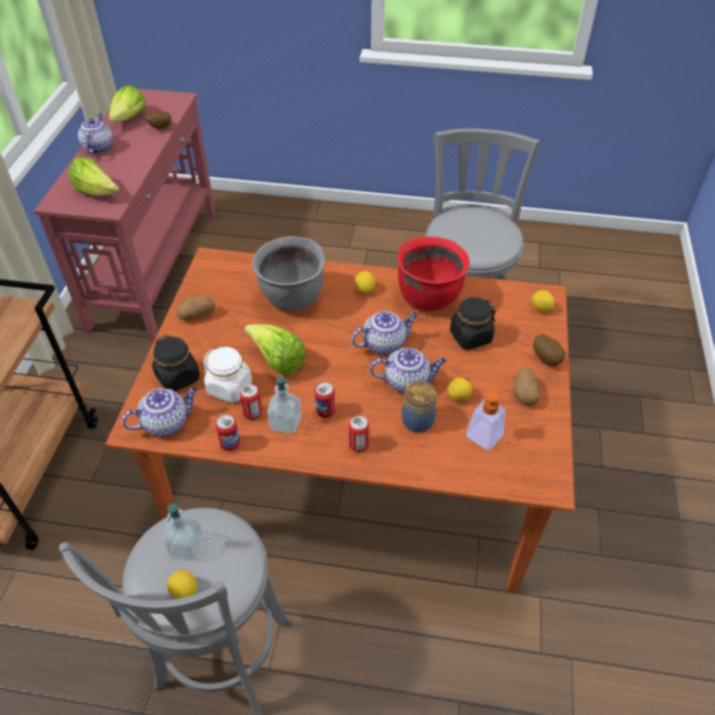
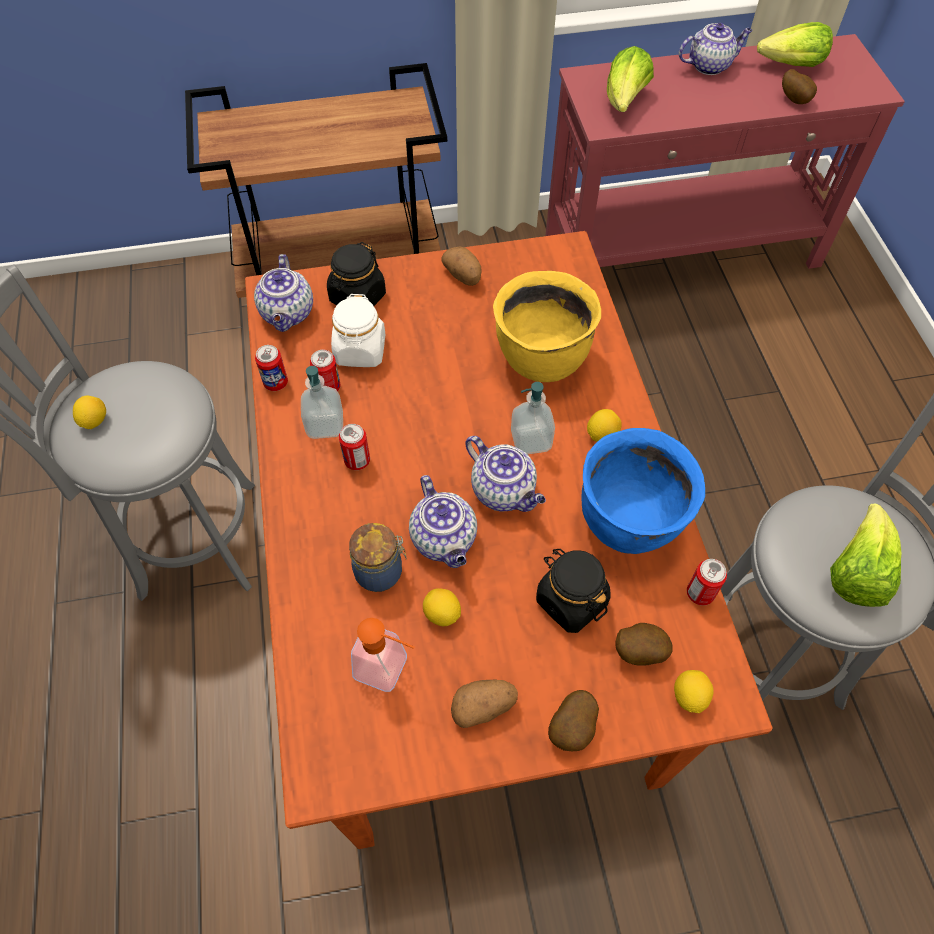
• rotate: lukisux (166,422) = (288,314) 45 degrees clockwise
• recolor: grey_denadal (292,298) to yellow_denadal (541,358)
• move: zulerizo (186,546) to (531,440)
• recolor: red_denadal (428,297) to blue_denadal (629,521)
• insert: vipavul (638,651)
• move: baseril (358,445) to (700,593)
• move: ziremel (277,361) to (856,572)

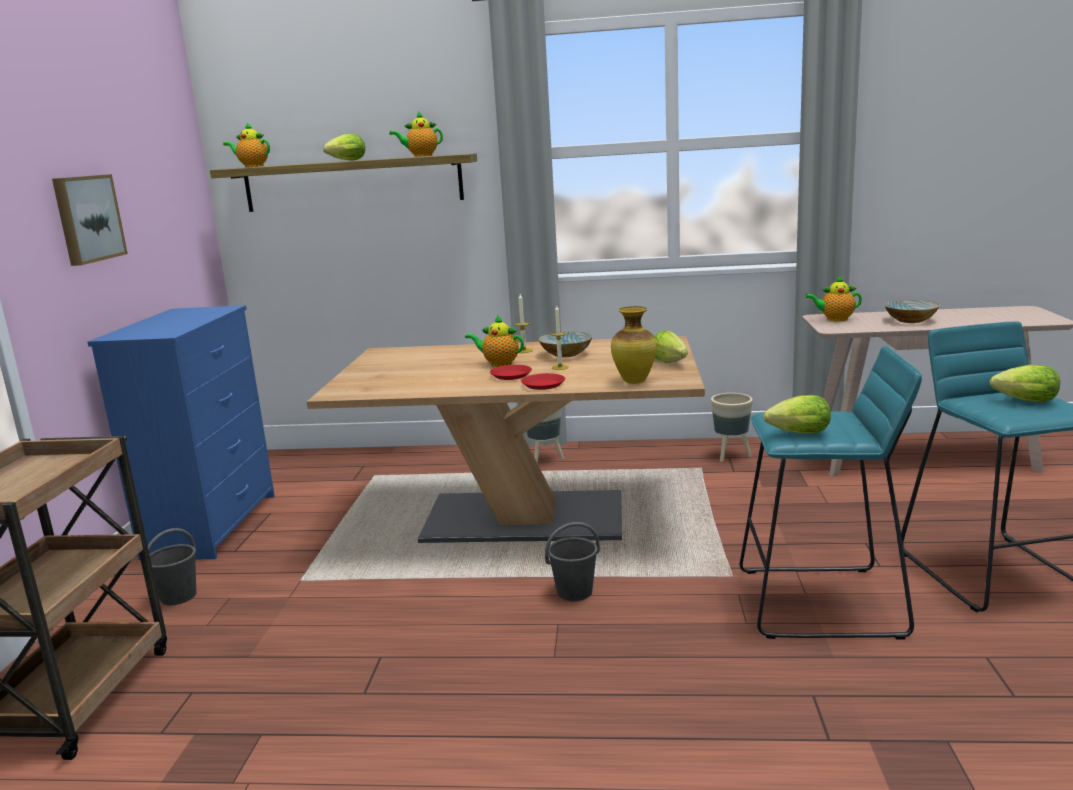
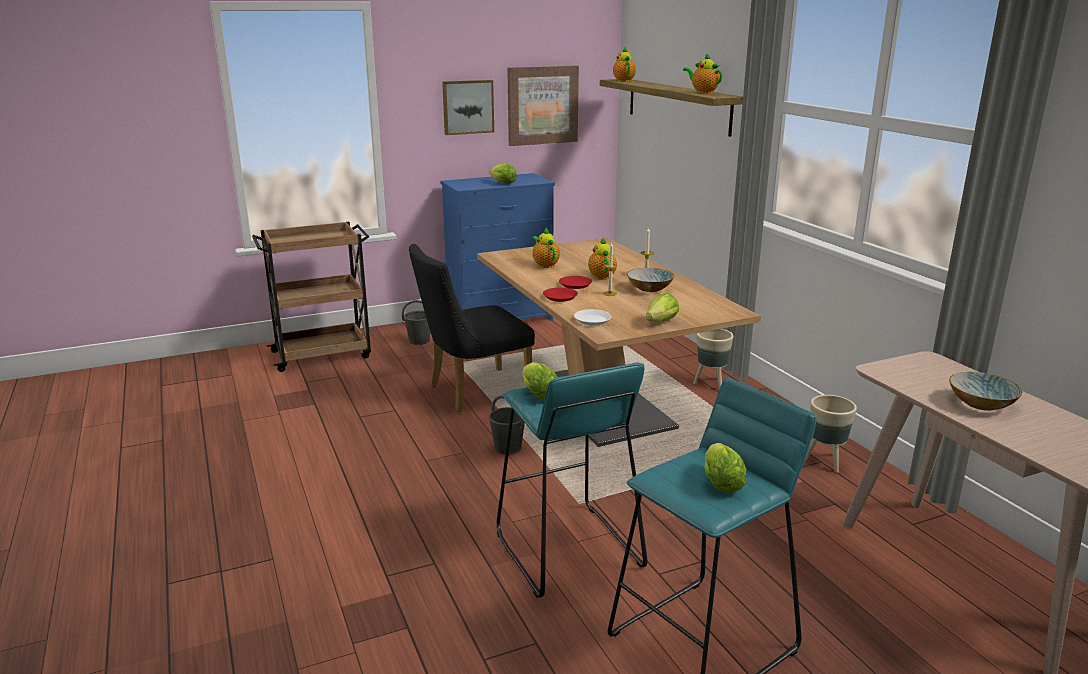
• insert: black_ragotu (473,392)
• move: ziremel (345,161) to (502,183)
• insert: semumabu (542,105)
• move: lukisux (835,319) to (545,265)
• replace: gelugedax (634,382) to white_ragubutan (592,320)

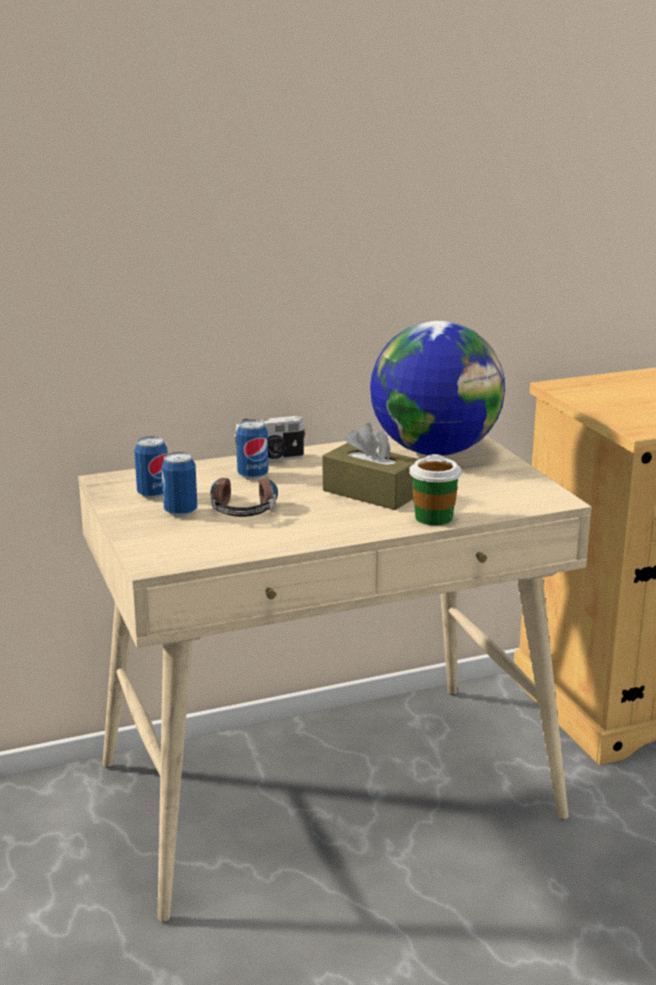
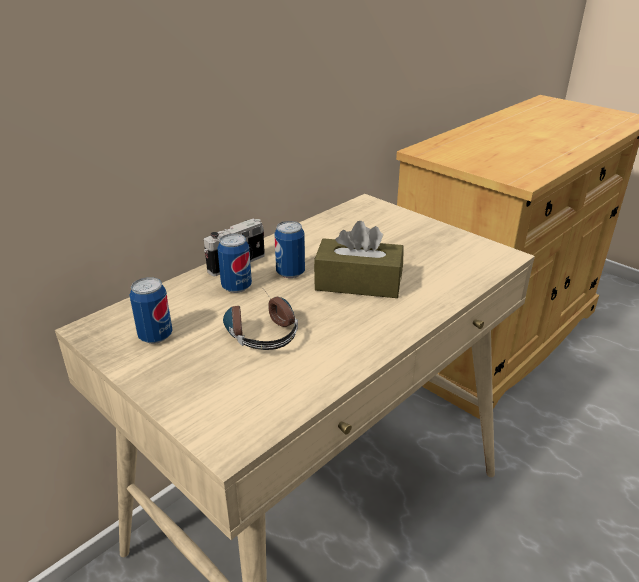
• move: baseril (180,512) to (290,273)
• delete: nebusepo (435,451)
• delete: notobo (433,518)

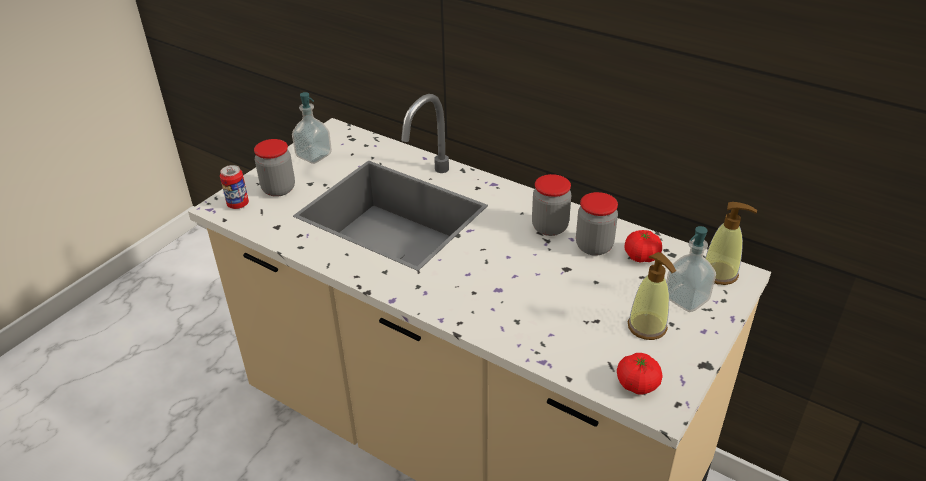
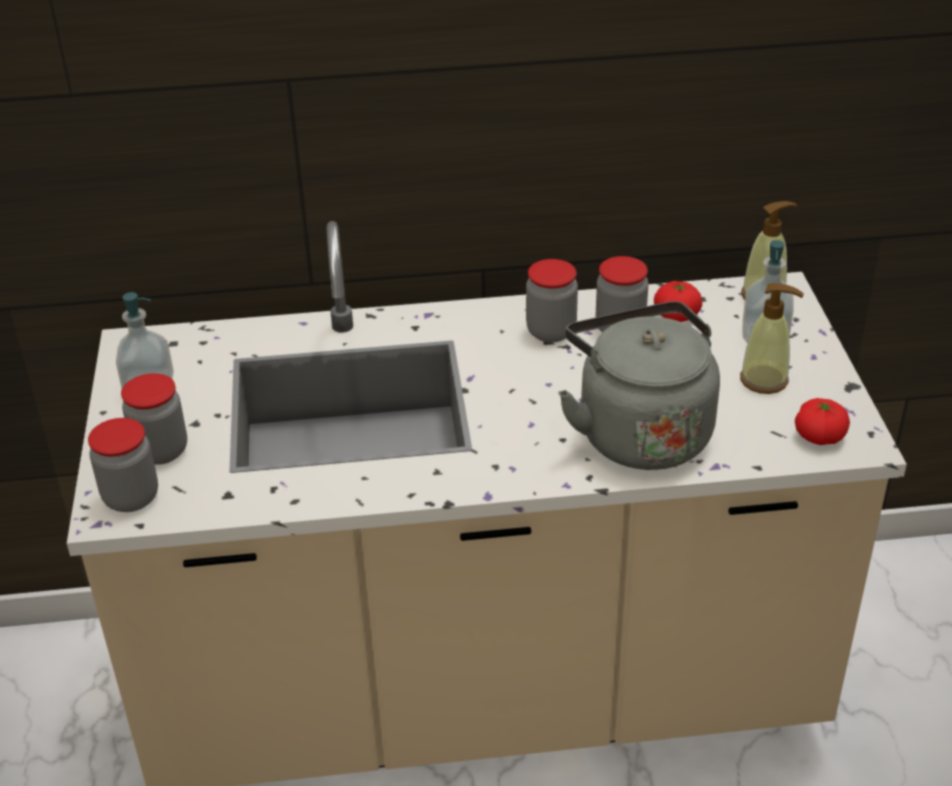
• replace: baseril (238,204) to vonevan (131,497)
• insert: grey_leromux (639,432)

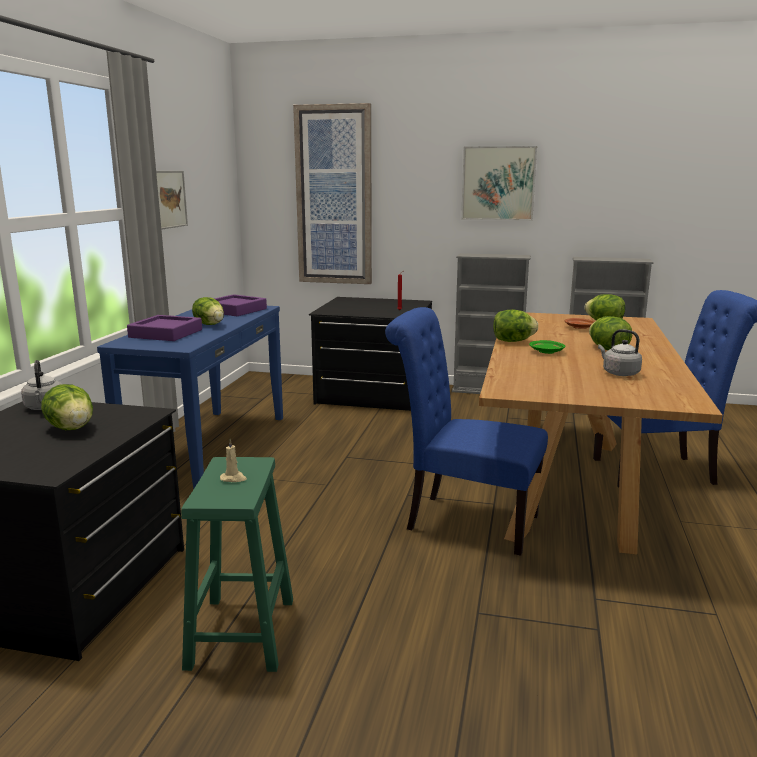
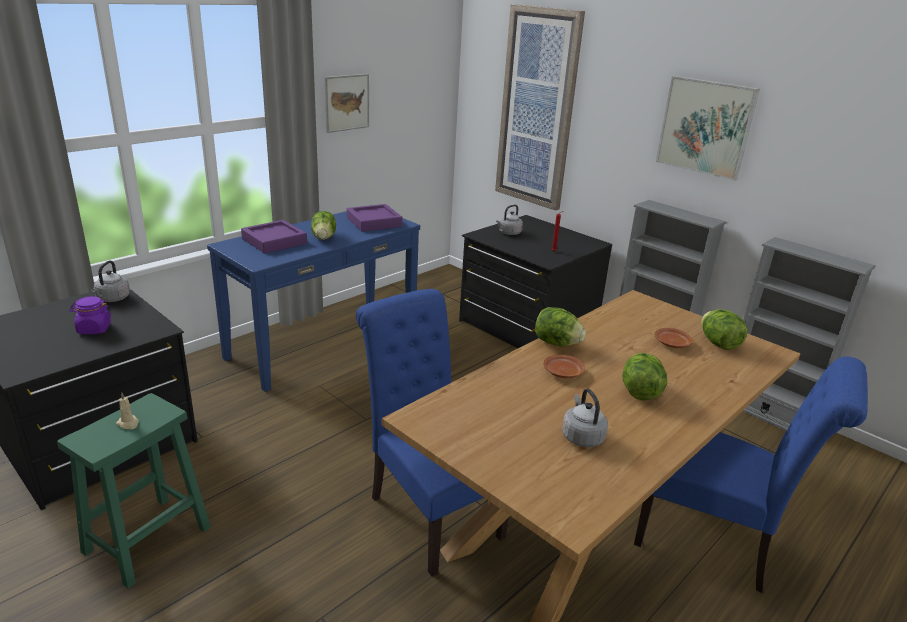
• replace: ziremel (71,428) to purple_vonevan (94,329)
• insert: grey_leromux (509,233)
• recolor: green_ragubutan (546,352) to brown_ragubutan (562,373)

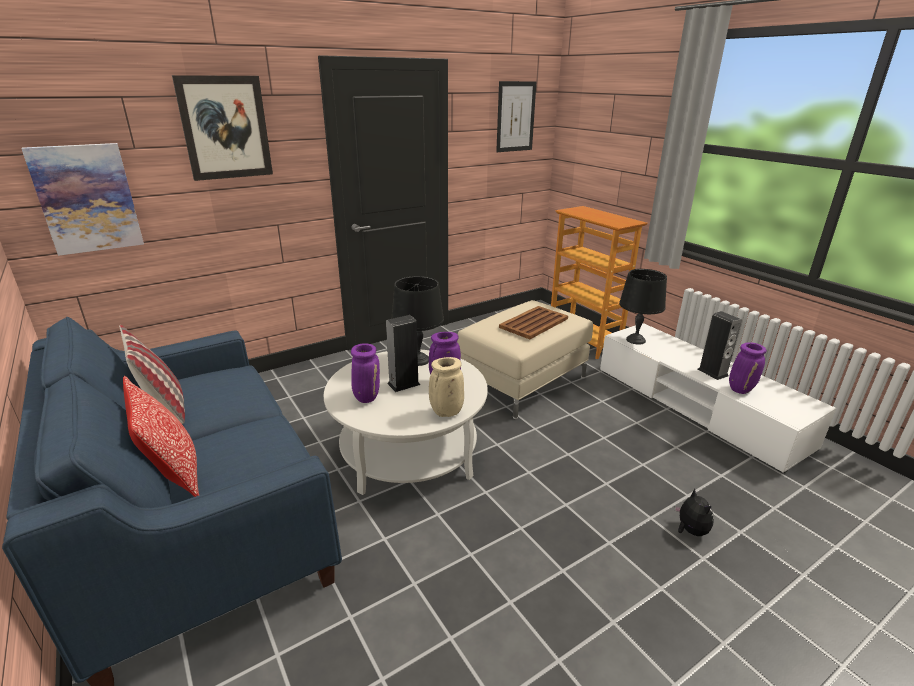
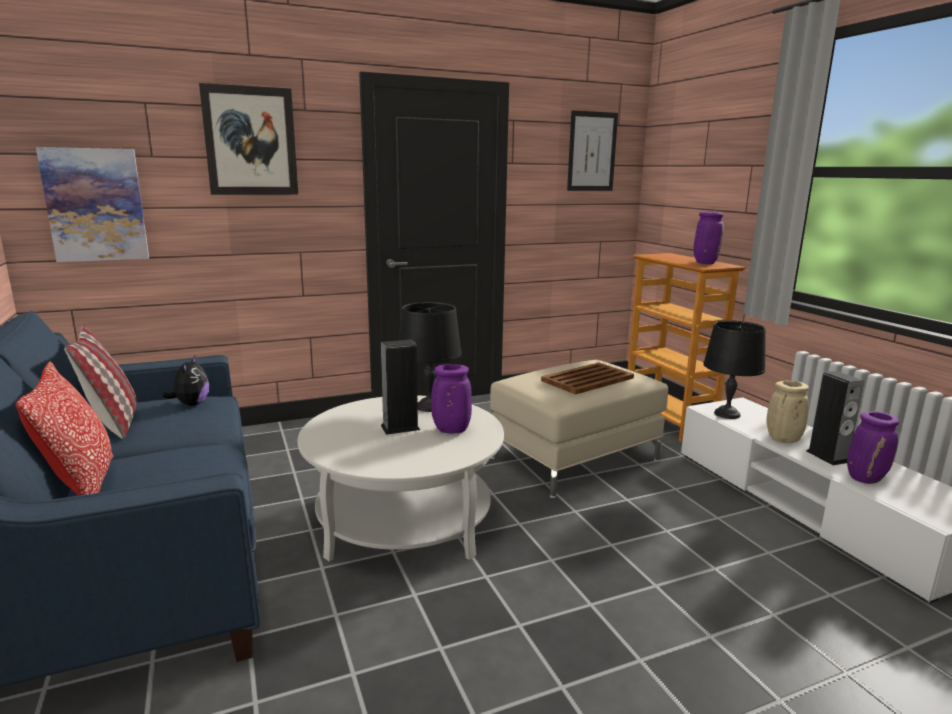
• move: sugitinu (690,530) to (191,404)
• move: purple_gelugedax (366,397) to (704,263)
• move: beige_gelugedax (446,413) to (782,440)

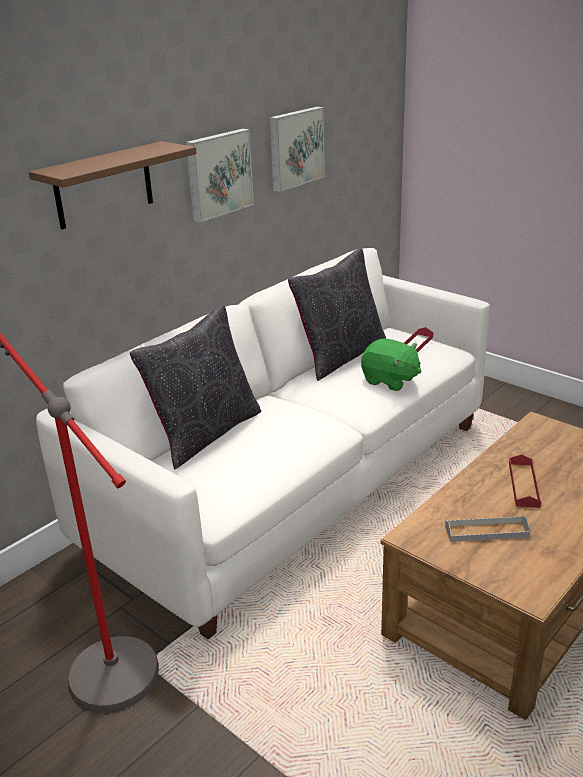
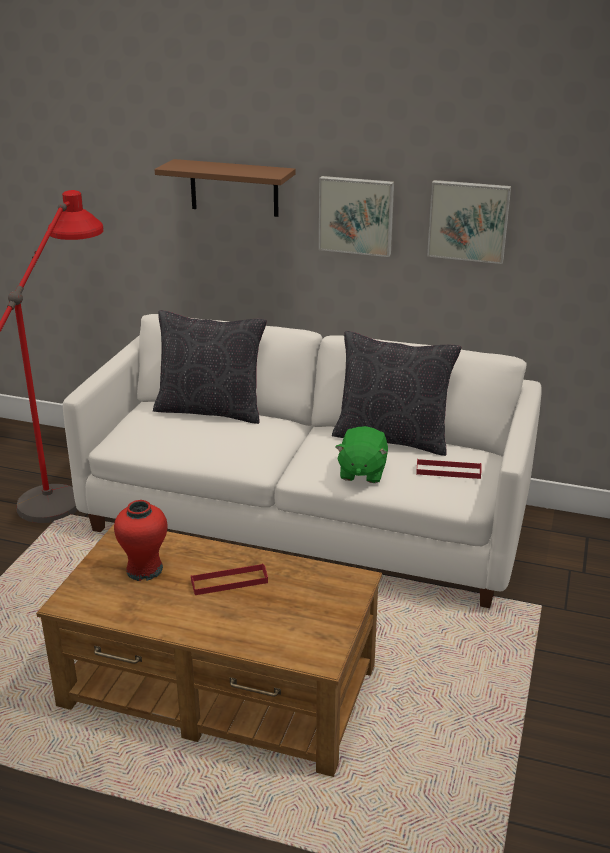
• replace: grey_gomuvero (486,531) to red_gelugedax (145,570)

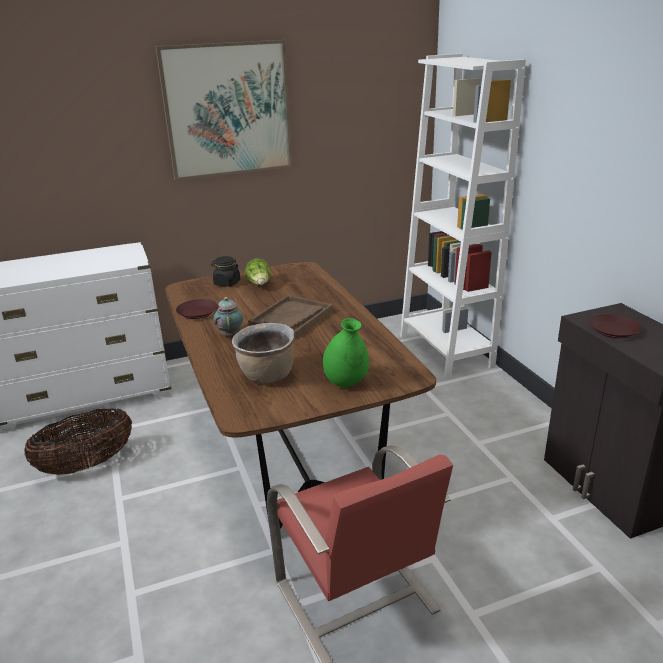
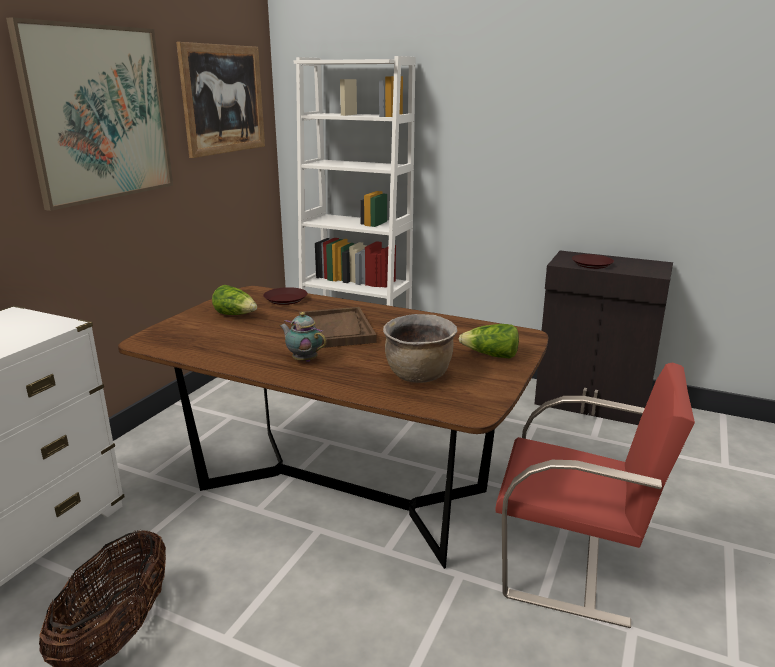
• insert: semumabu (223,99)
• move: brown_ragubutan (197,312) to (286,299)
• replace: green_gelugedax (346,383) to ziremel (491,356)
• delete: black_vonevan (227,283)

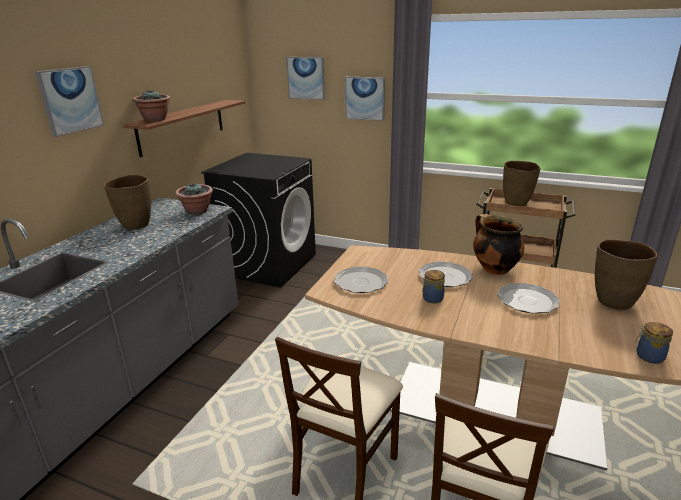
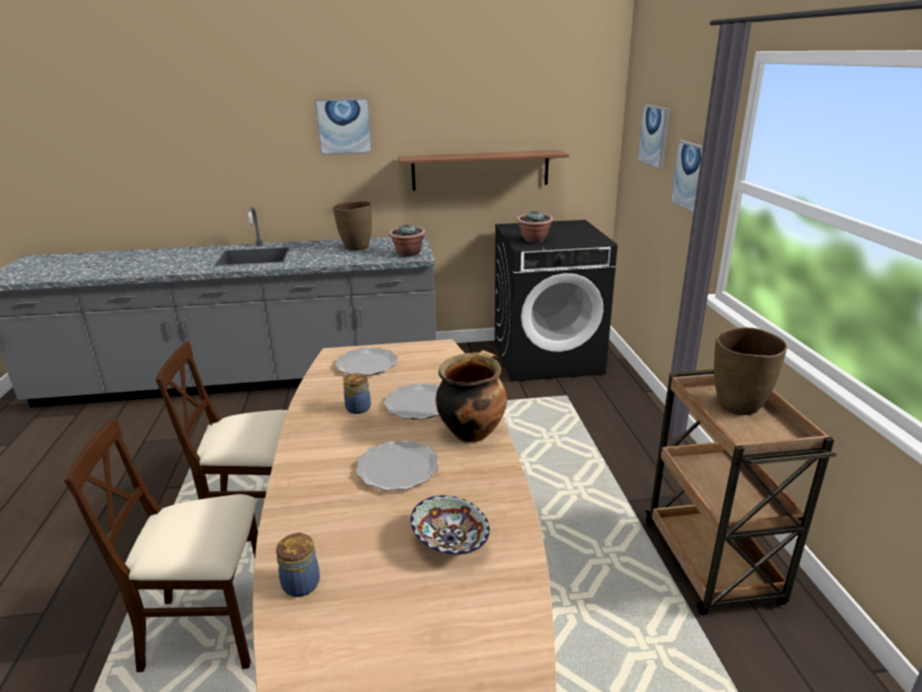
• replace: brown_gelugedax (613,302) to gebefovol (449,542)
• move: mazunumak (155,120) to (534,240)

